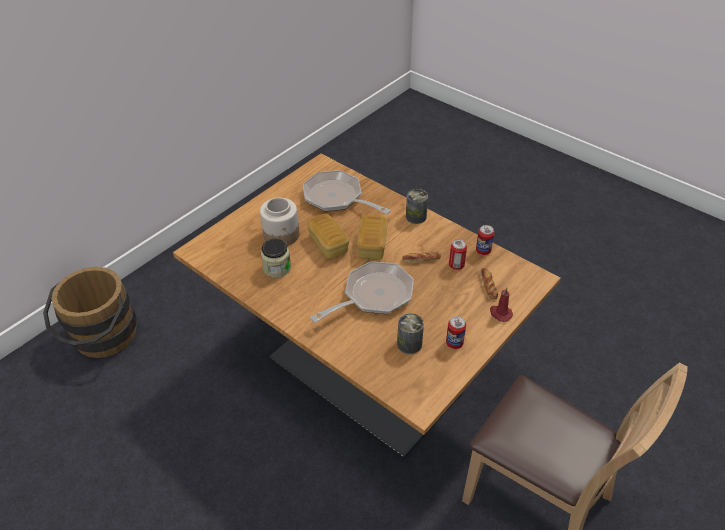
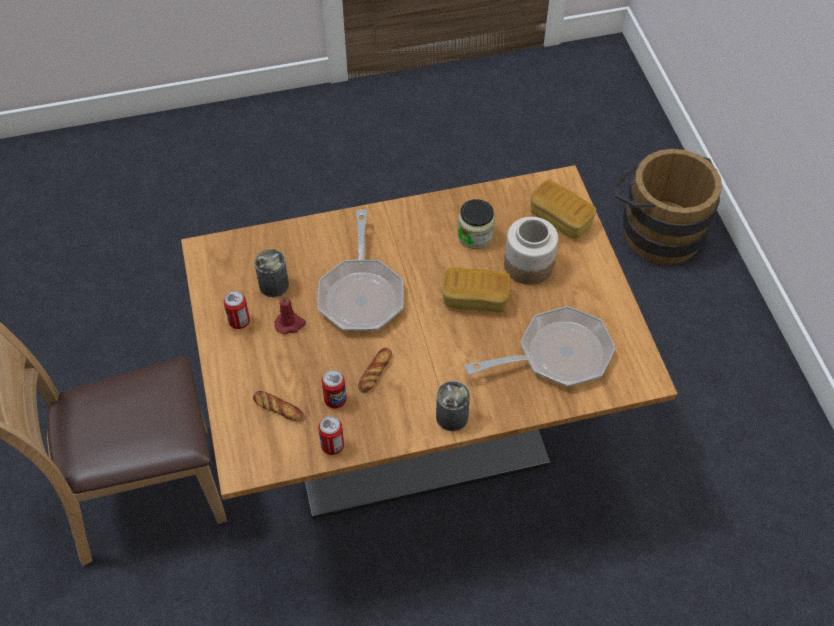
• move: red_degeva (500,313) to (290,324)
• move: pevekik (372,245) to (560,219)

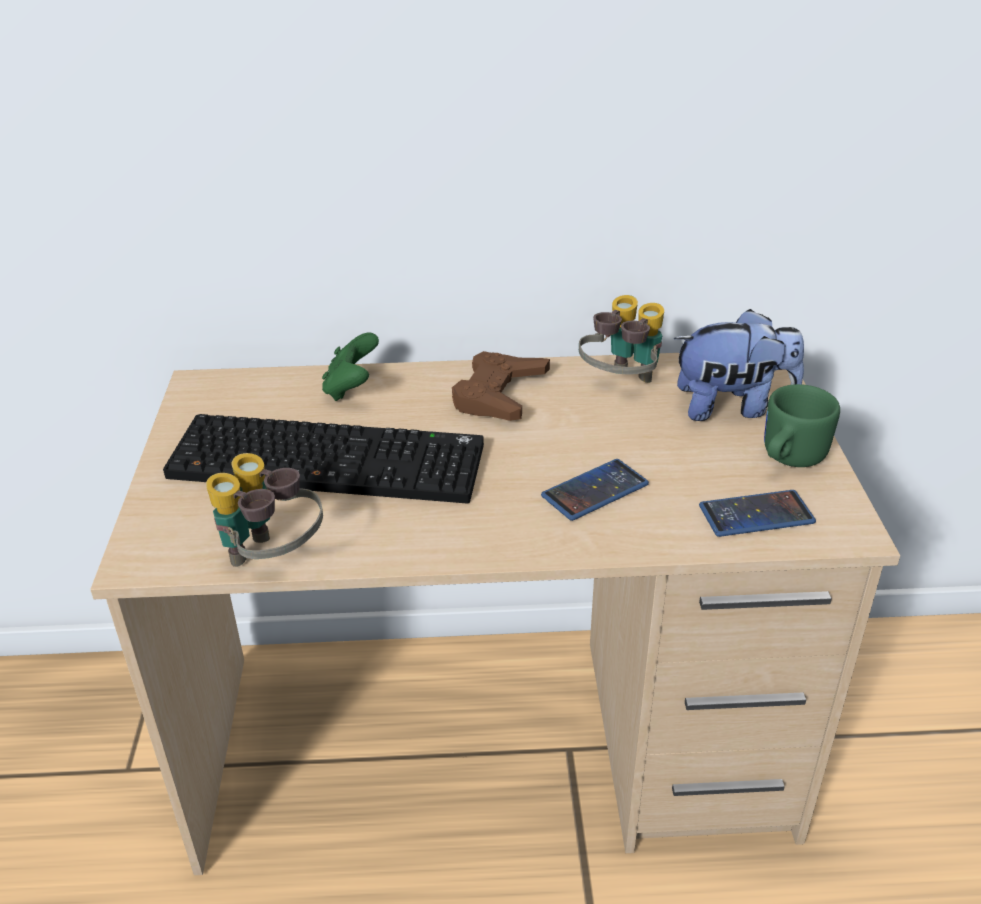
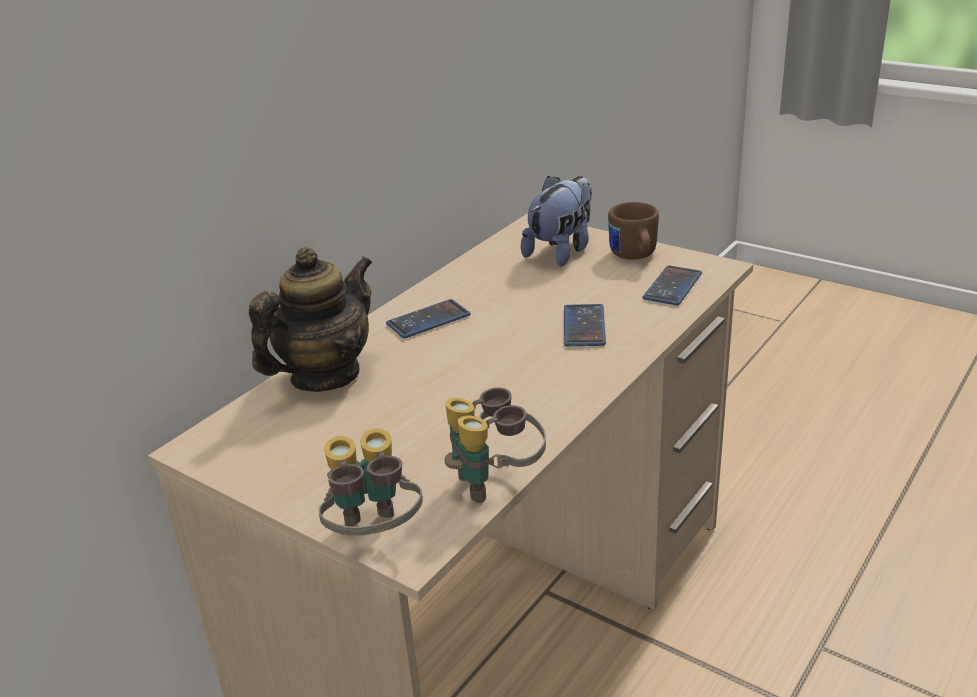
• replace: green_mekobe (351,388) to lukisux (325,375)
• move: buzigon (621,385) to (374,536)
• replace: brown_mekobe (499,394) to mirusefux (428,320)
• recolor: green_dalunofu (788,458) to brown_dalunofu (634,256)
• delete: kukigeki (331,460)

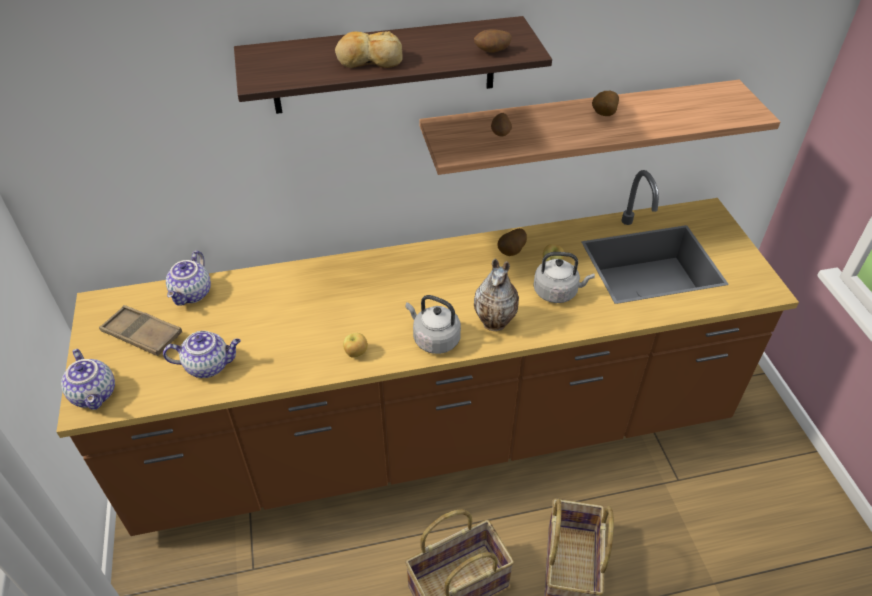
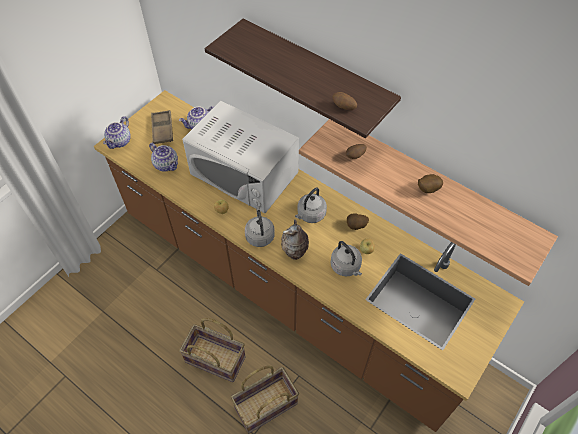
• insert: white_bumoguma (244,173)
• insert: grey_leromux (310,215)
• delete: pevekik (369,60)

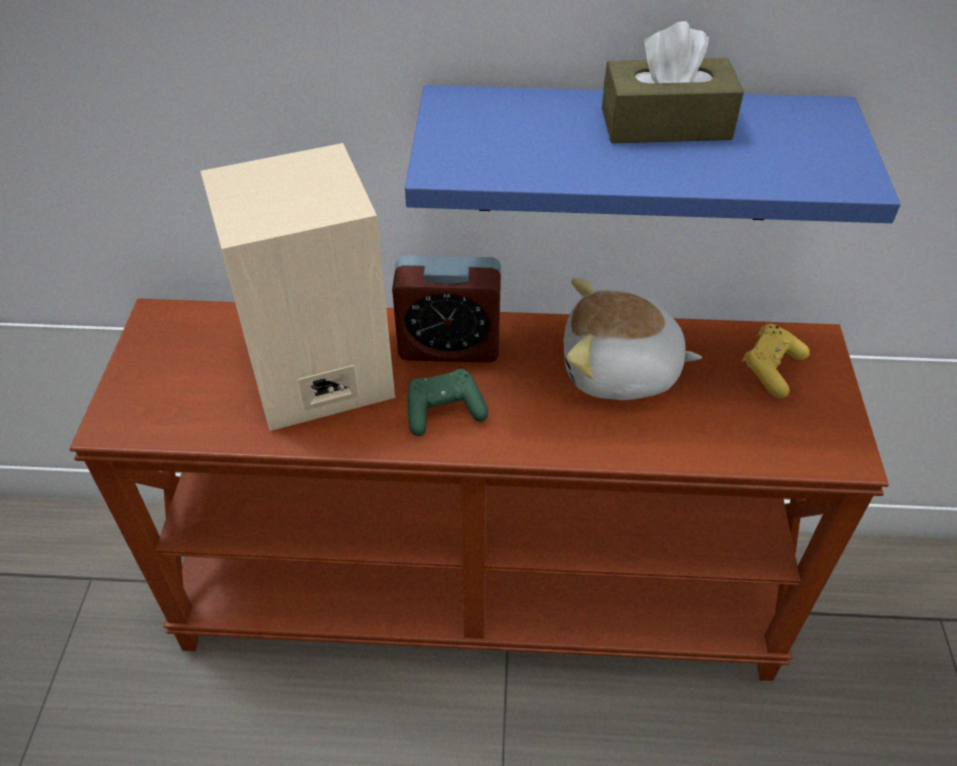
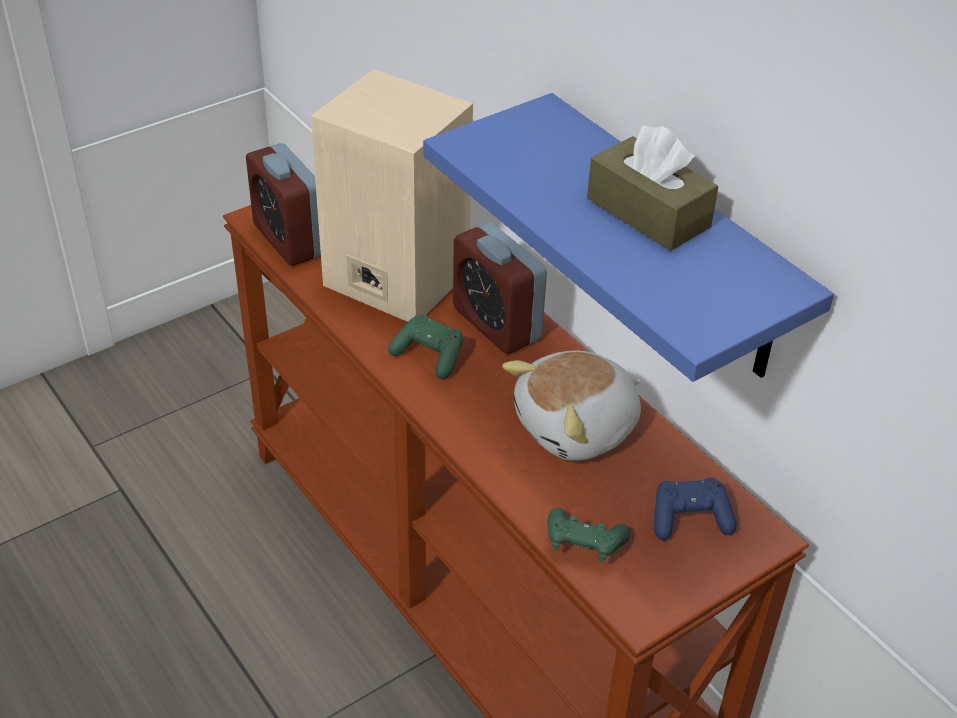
• insert: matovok (289,240)
• rotate: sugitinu (620,371) = (578,428) 90 degrees counterclockwise
• insert: green_mekobe (583,546)
• recolor: yellow_mekobe (771,369) to blue_mekobe (689,519)

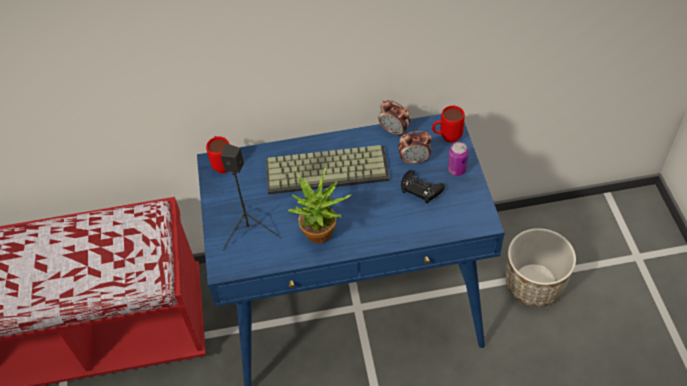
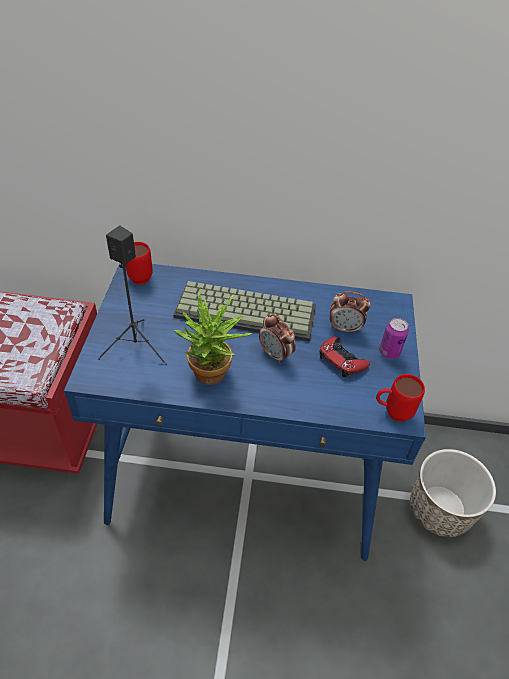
• move: matovok (394,131) to (275,355)
• recolor: black_mekobe (421,189) to red_mekobe (342,360)
• move: red_dalunofu (446,137) to (392,412)

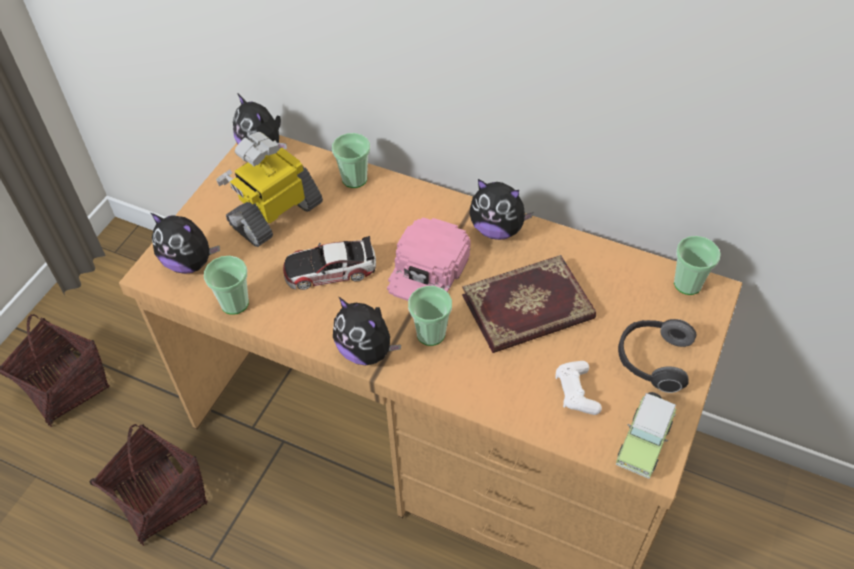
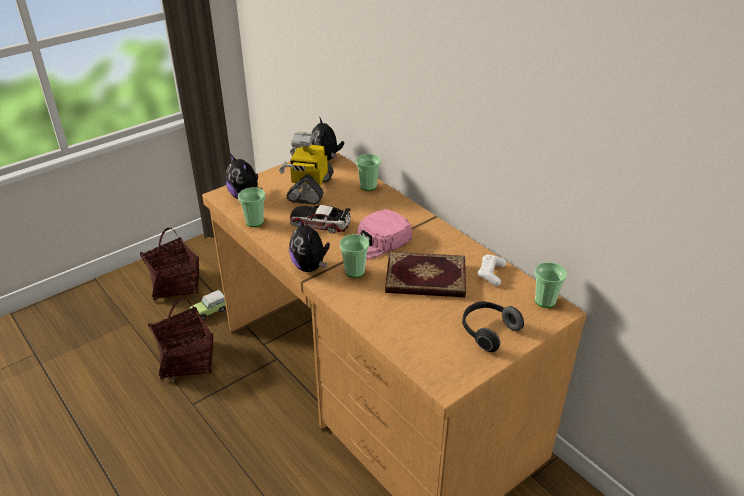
• move: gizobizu (644,441) to (211,311)
• rotate: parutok (275,213) = (309,189) 60 degrees counterclockwise
• move: white_mekobe (576,392) to (491,274)
• delete: sugitinu (497,229)

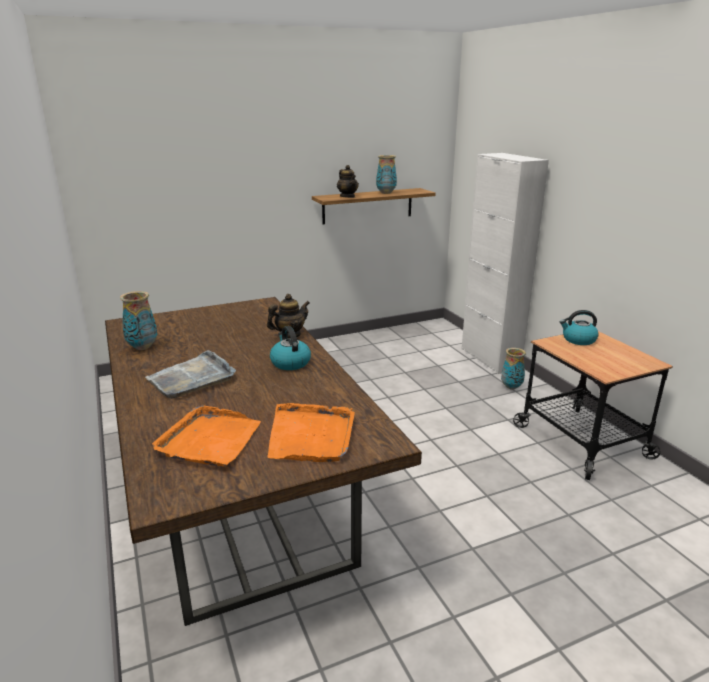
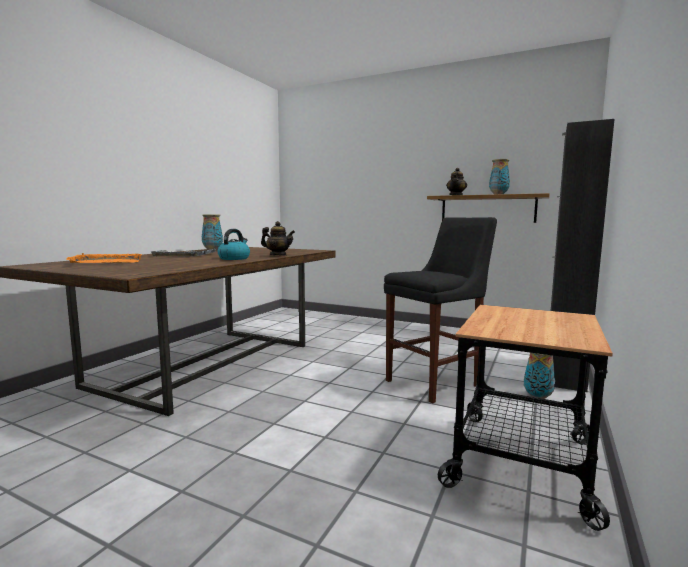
• insert: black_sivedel (436,382)
• recolor: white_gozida (490,358) to black_gozida (564,375)
• delete: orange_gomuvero (311,435)
• delete: leromux (578,340)

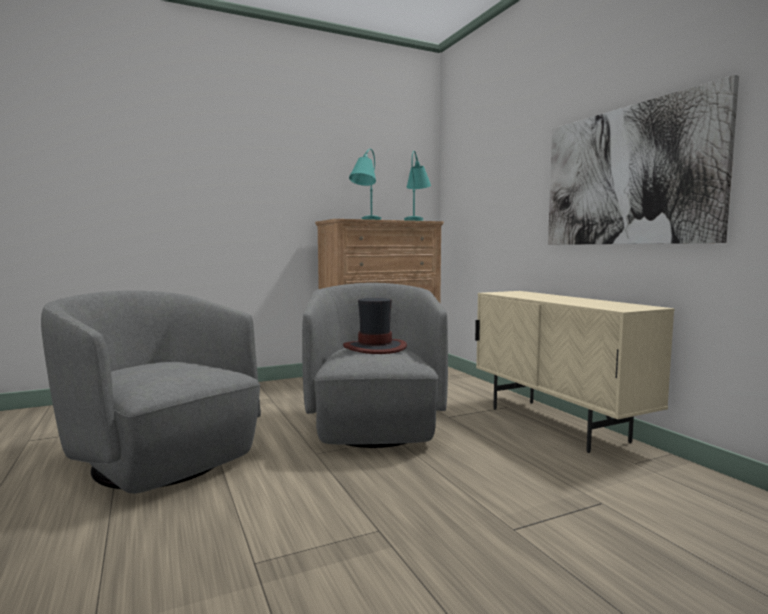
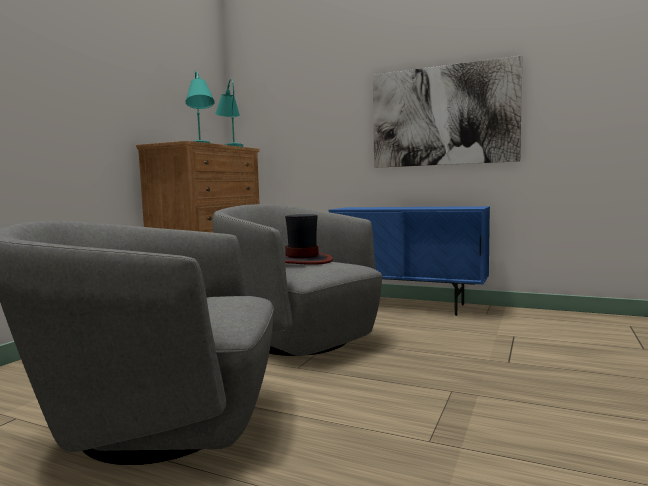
• recolor: beige_gozida (556,424) to blue_gozida (408,305)

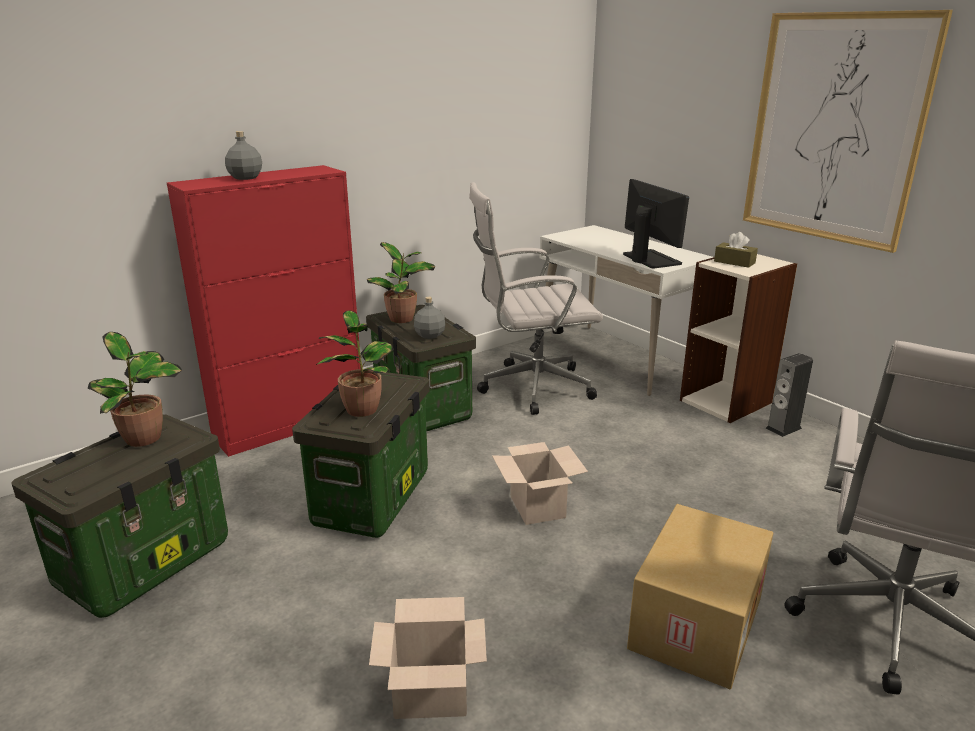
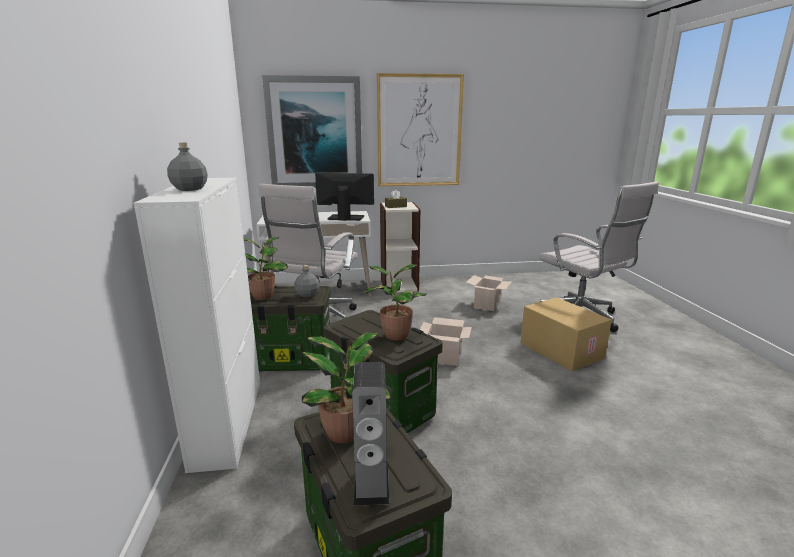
• recolor: red_gozida (291,424) to white_gozida (228,421)
• insert: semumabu (315,133)
• move: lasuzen (783,428) to (371,484)
• move: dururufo (429,694) to (487,305)

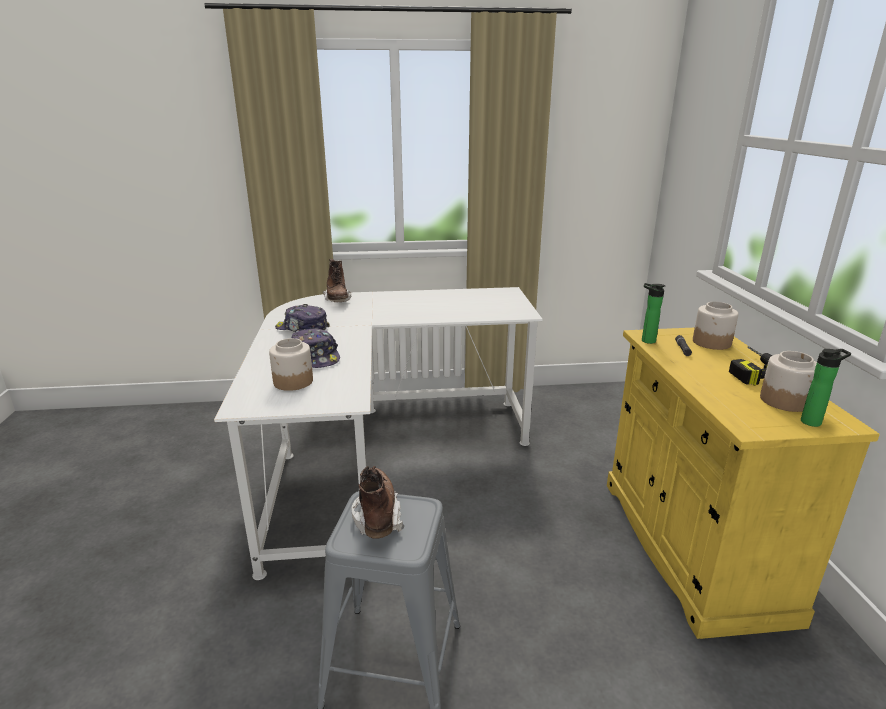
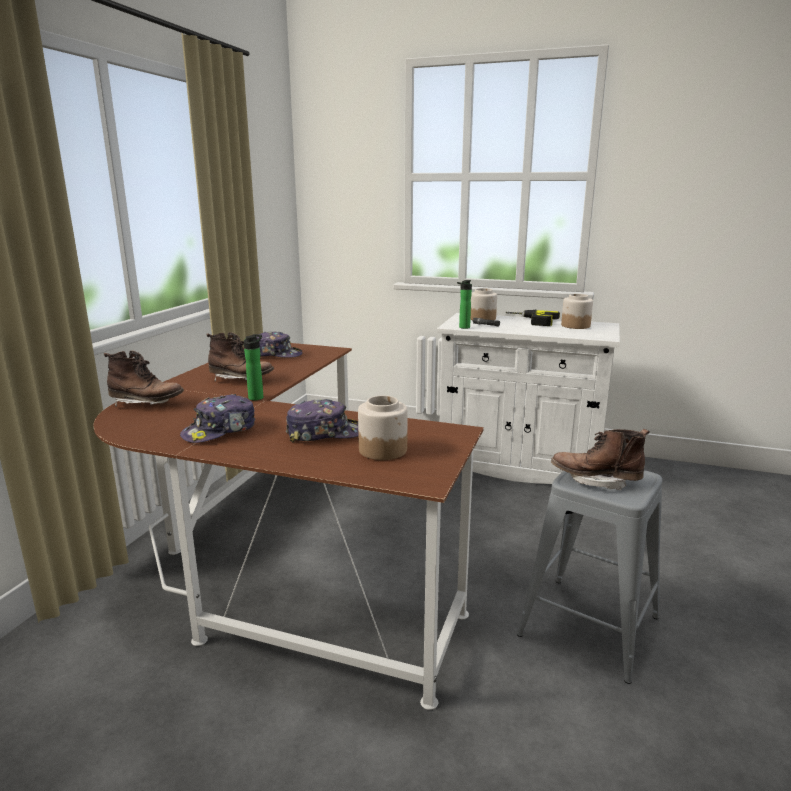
• recolor: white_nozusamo (380,456) to brown_nozusamo (281,565)
• insert: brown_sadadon (241,380)
• move: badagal (813,422) to (257,397)
• insert: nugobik (275,355)
• recolor: yellow_gozida (691,546) to white_gozida (519,465)

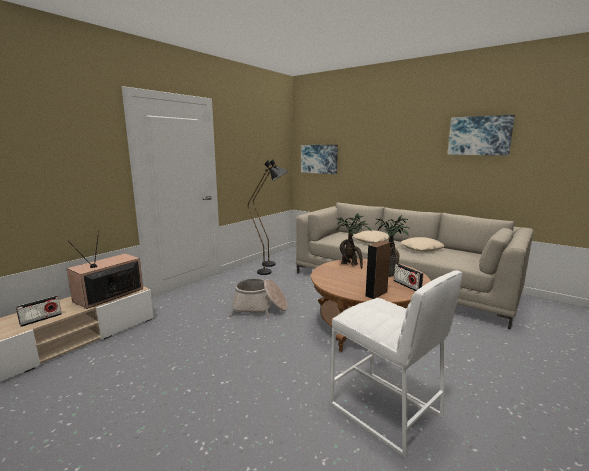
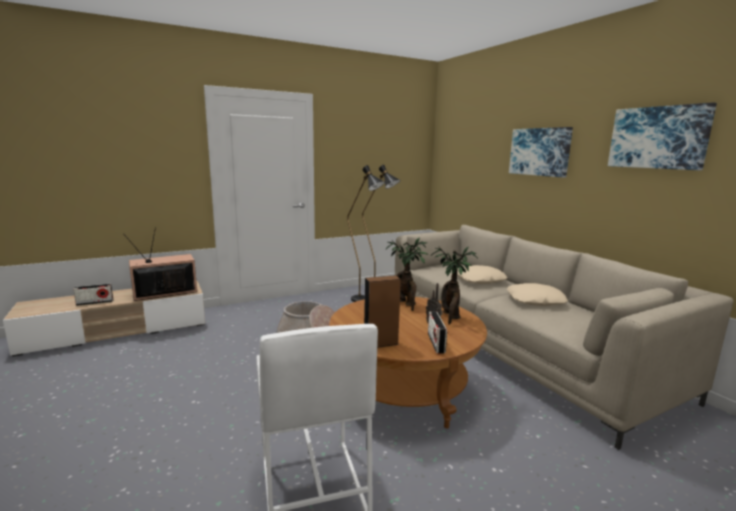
• move: semumabu (319,159) to (540,152)

